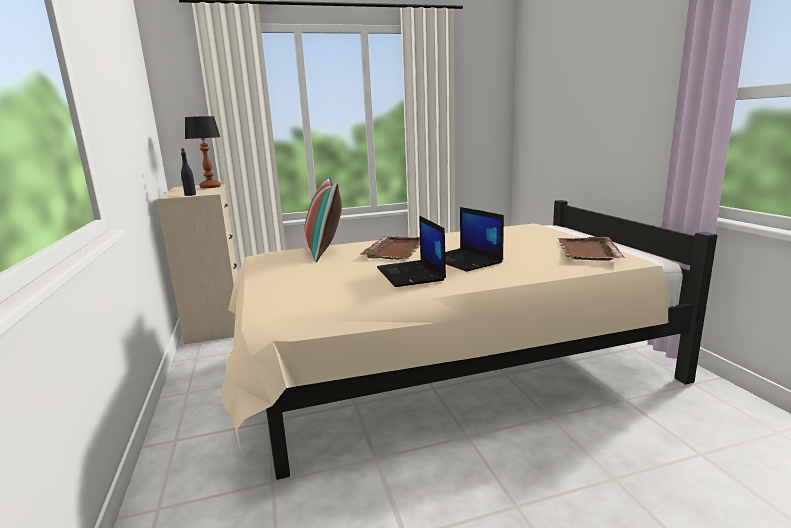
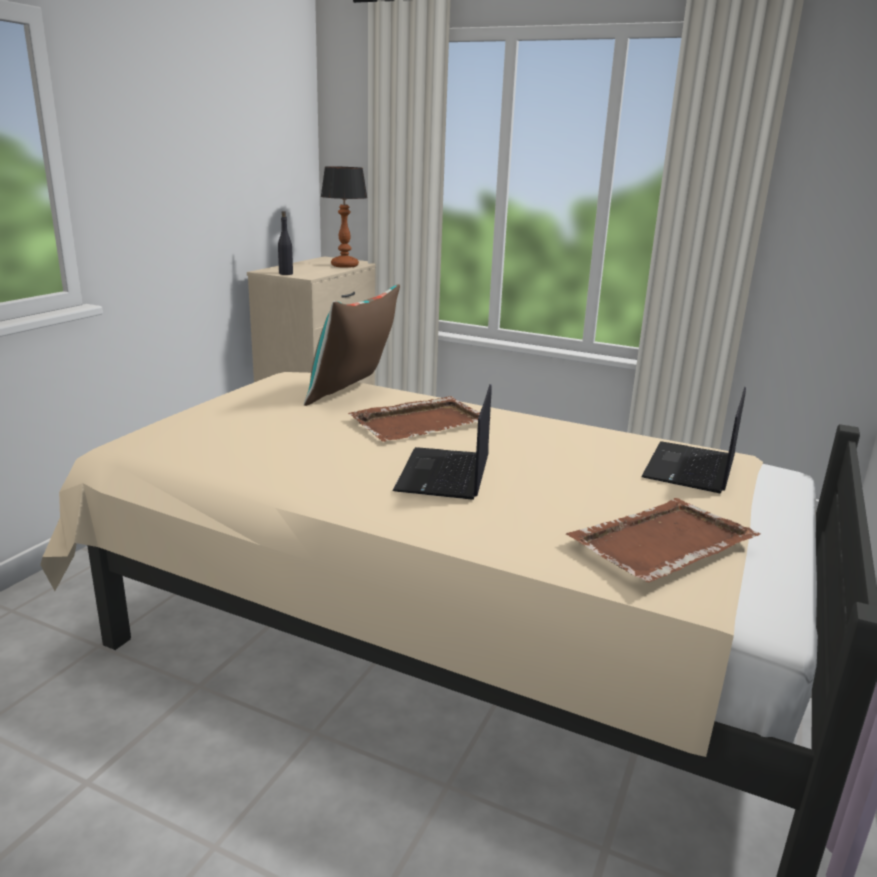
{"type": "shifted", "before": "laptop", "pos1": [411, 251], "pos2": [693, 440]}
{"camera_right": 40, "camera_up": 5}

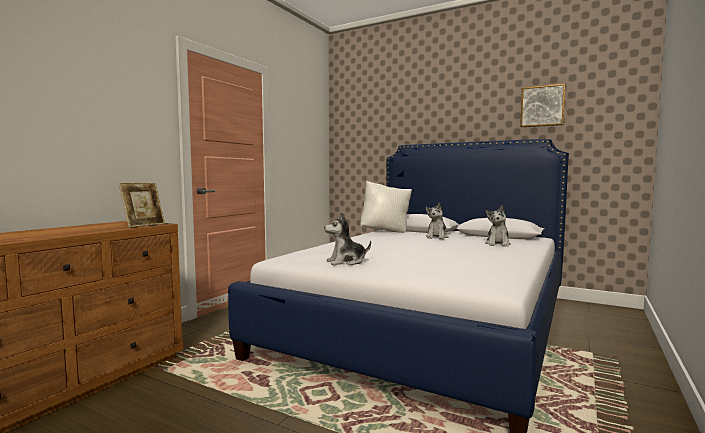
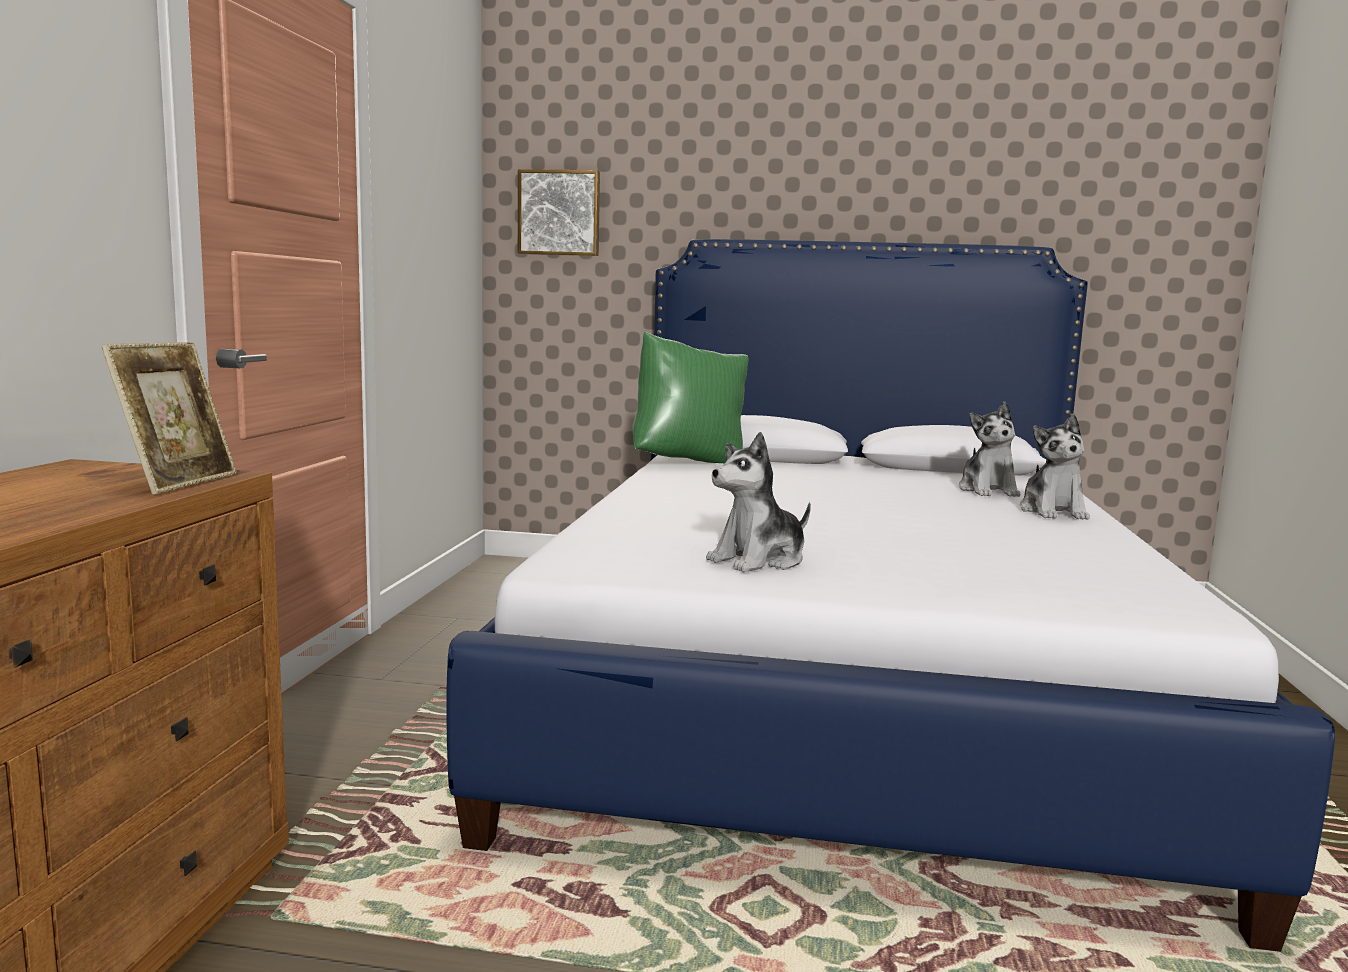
{"type": "repainted", "before": "white pillow", "after": "green pillow", "pos1": [386, 207], "pos2": [690, 397]}
{"type": "shifted", "before": "plush toy", "pos1": [437, 220], "pos2": [1054, 466]}
{"type": "shifted", "before": "picture", "pos1": [542, 105], "pos2": [559, 212]}
{"camera_right": -20, "camera_up": 5}

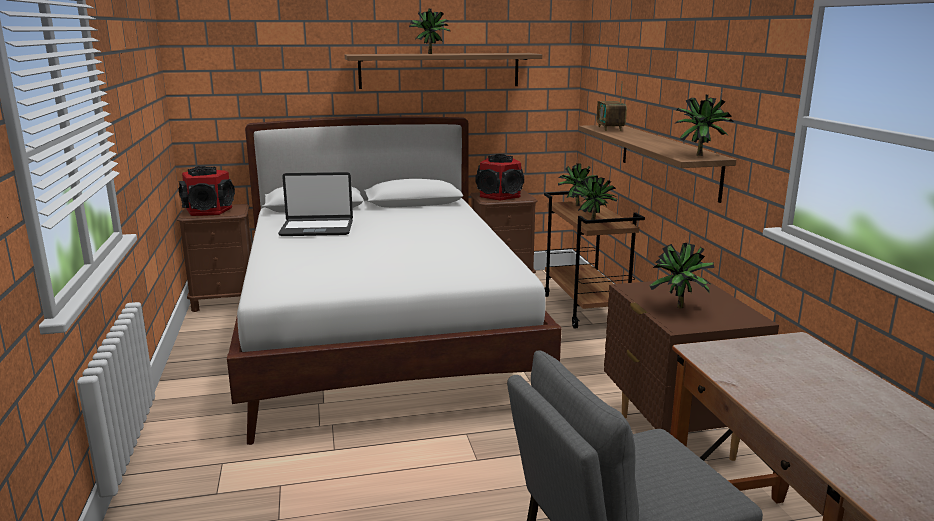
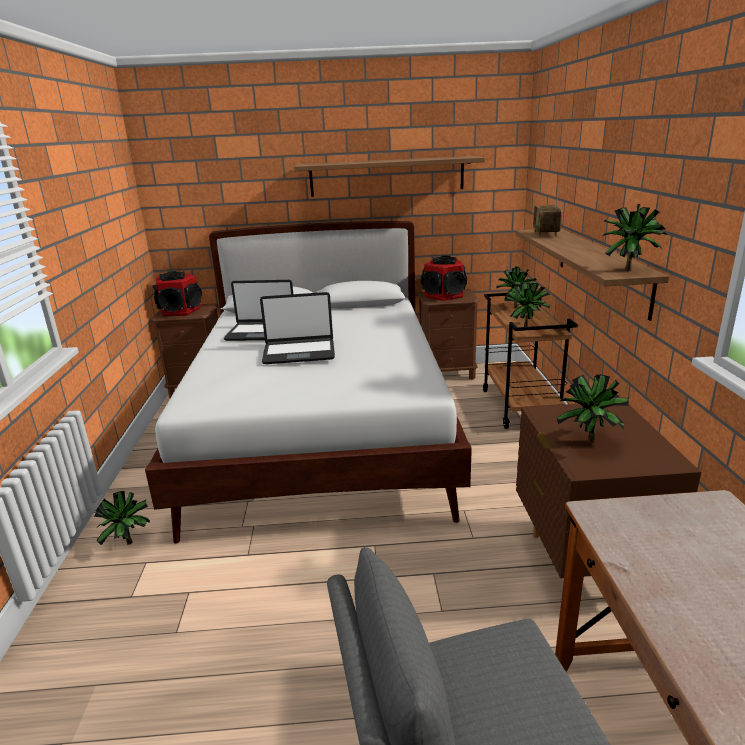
{"type": "shifted", "before": "potted plant", "pos1": [430, 31], "pos2": [122, 518]}
{"type": "new", "after": "laptop", "pos2": [297, 328]}
{"camera_right": 10, "camera_up": 5}

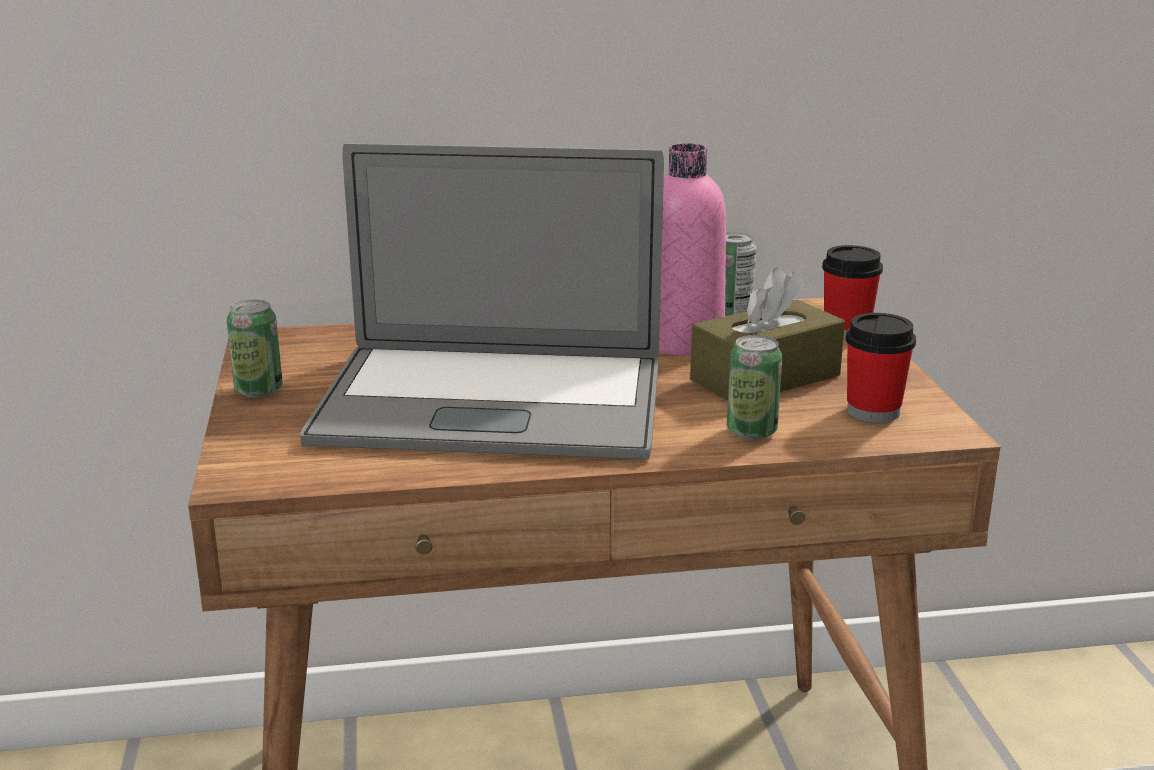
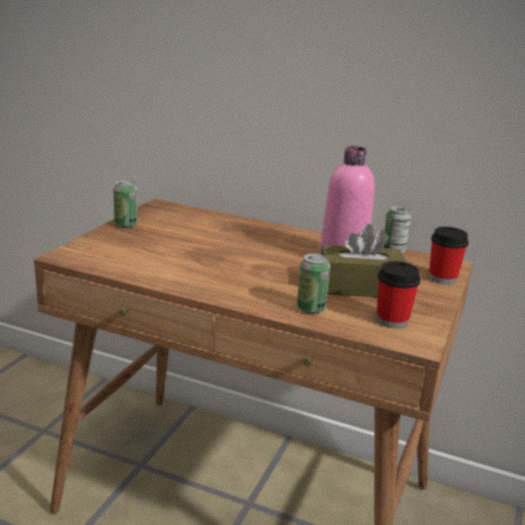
{"type": "gone", "before": "laptop", "pos1": [482, 301]}
{"camera_right": 30, "camera_up": 0}

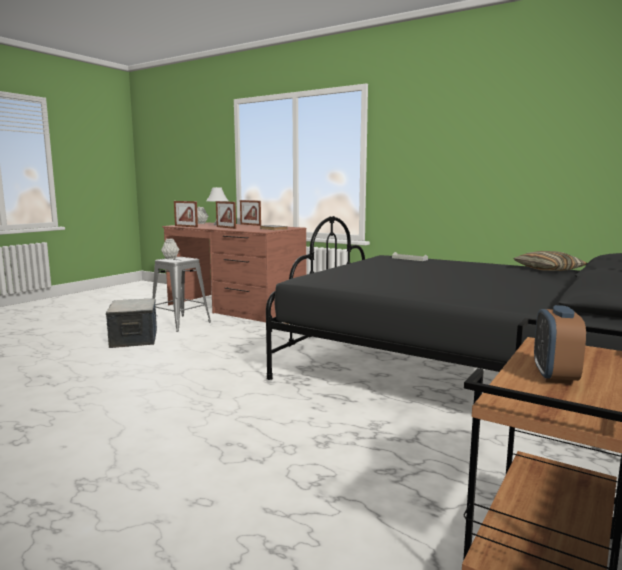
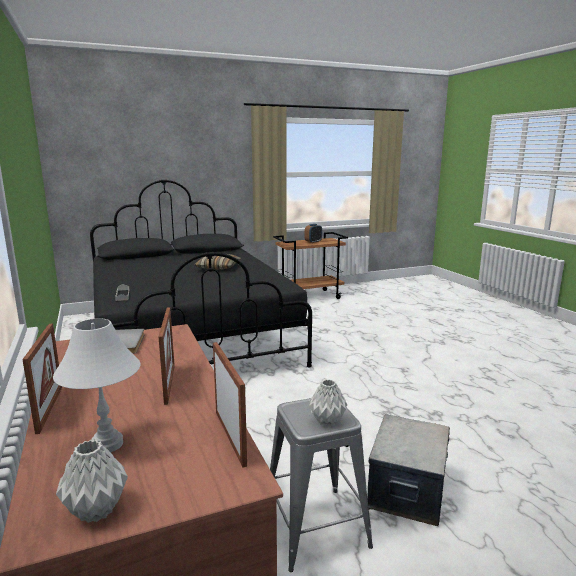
{"type": "shifted", "before": "pillow", "pos1": [550, 261], "pos2": [217, 262]}
{"camera_right": -145, "camera_up": 5}

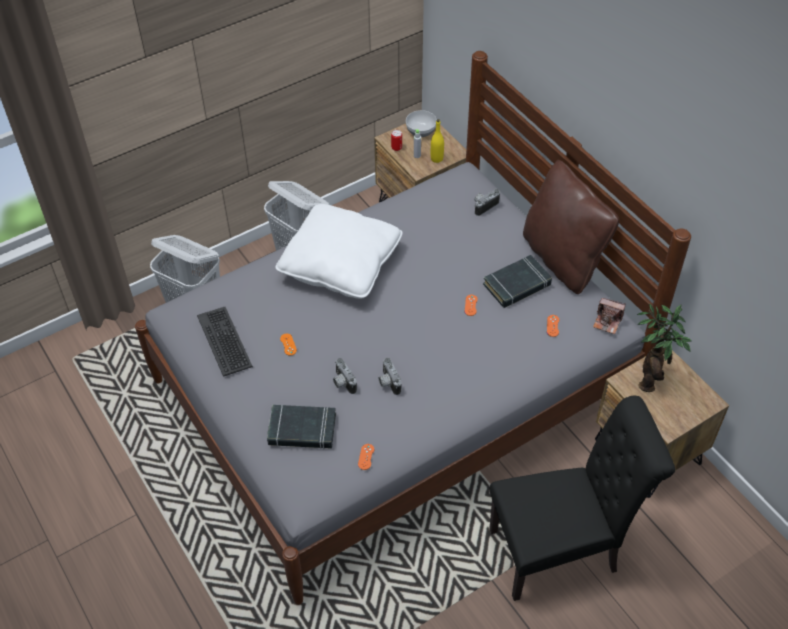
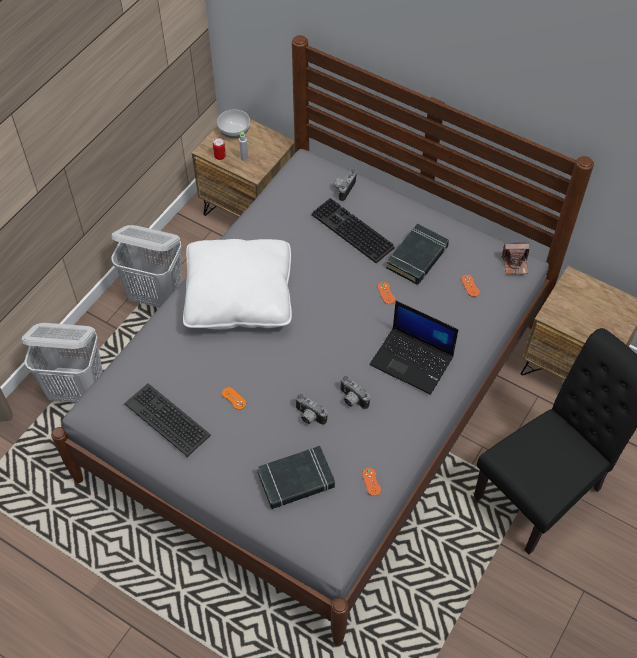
{"type": "gone", "before": "yellow bottle", "pos1": [437, 141]}
{"type": "gone", "before": "brown pillow", "pos1": [571, 227]}
{"type": "gone", "before": "potted plant", "pos1": [664, 347]}
{"type": "new", "after": "keyboard", "pos2": [353, 230]}
{"type": "new", "after": "laptop", "pos2": [413, 348]}
{"camera_right": -25, "camera_up": 5}

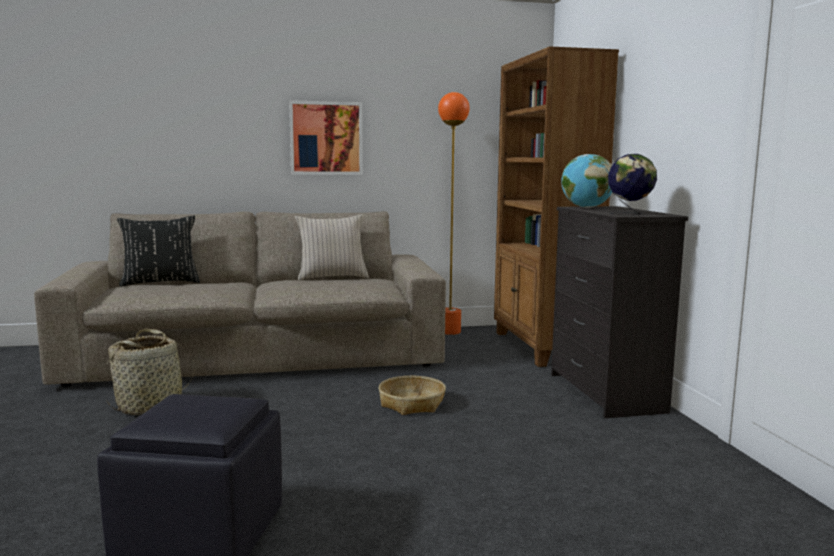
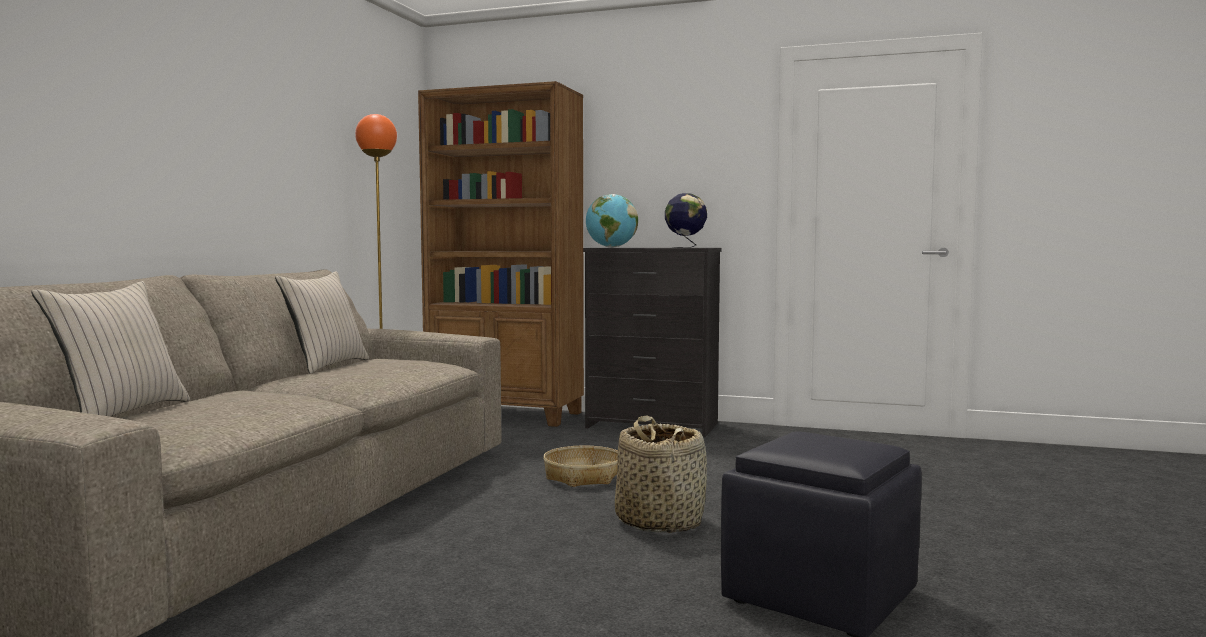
{"type": "shifted", "before": "basket", "pos1": [150, 372], "pos2": [661, 474]}
{"type": "repainted", "before": "black pillow", "after": "beige pillow", "pos1": [158, 251], "pos2": [110, 349]}
{"type": "gone", "before": "picture", "pos1": [326, 137]}
{"camera_right": -60, "camera_up": -5}

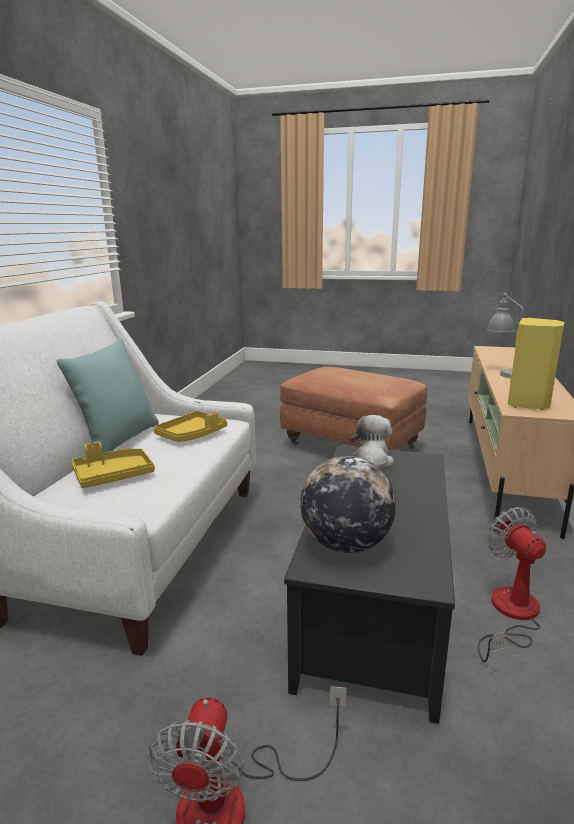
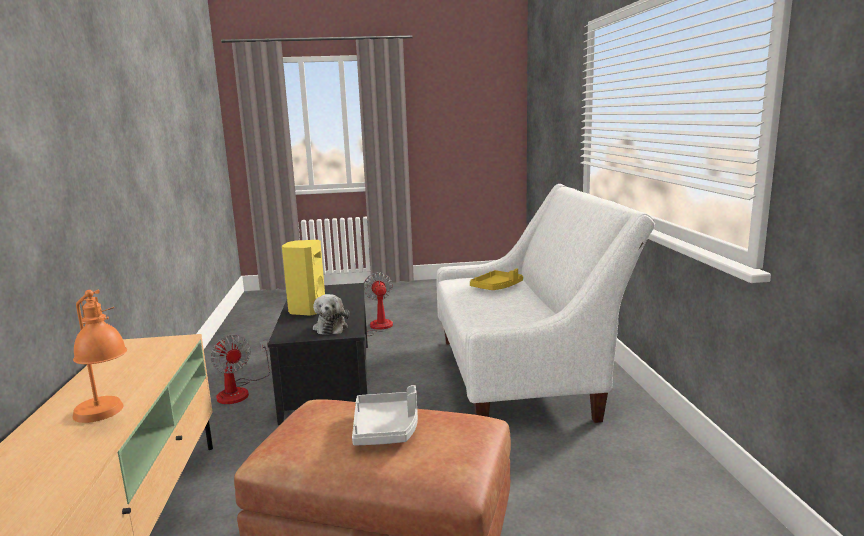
{"type": "gone", "before": "turquoise pillow", "pos1": [107, 397]}
{"type": "gone", "before": "yellow tray", "pos1": [190, 426]}
{"type": "gone", "before": "globe", "pos1": [348, 504]}
{"type": "repainted", "before": "grey table lamp", "after": "orange table lamp", "pos1": [505, 335], "pos2": [100, 356]}
{"type": "shifted", "before": "yellow speaker", "pos1": [536, 364], "pos2": [303, 278]}
{"type": "new", "after": "grey tray", "pos2": [385, 415]}
{"camera_right": 160, "camera_up": -5}

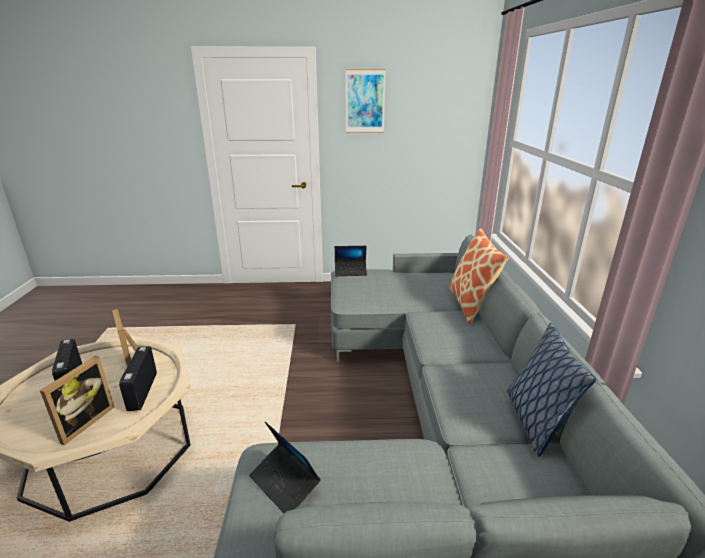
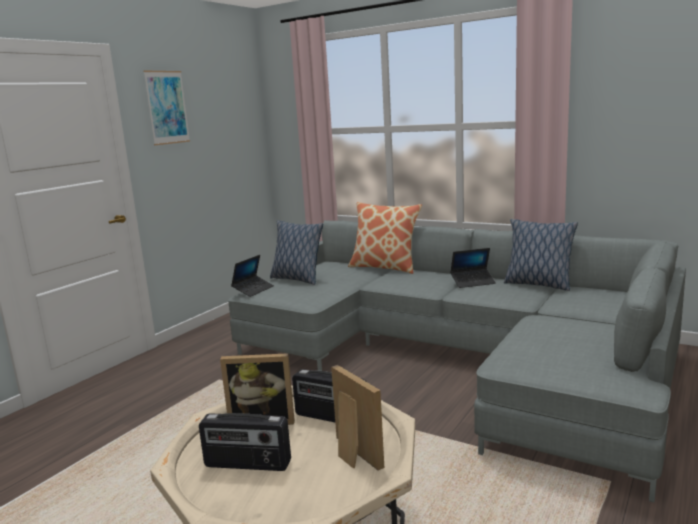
{"type": "shifted", "before": "laptop", "pos1": [285, 467], "pos2": [473, 268]}
{"type": "new", "after": "pillow", "pos2": [296, 252]}
{"camera_right": -55, "camera_up": -10}

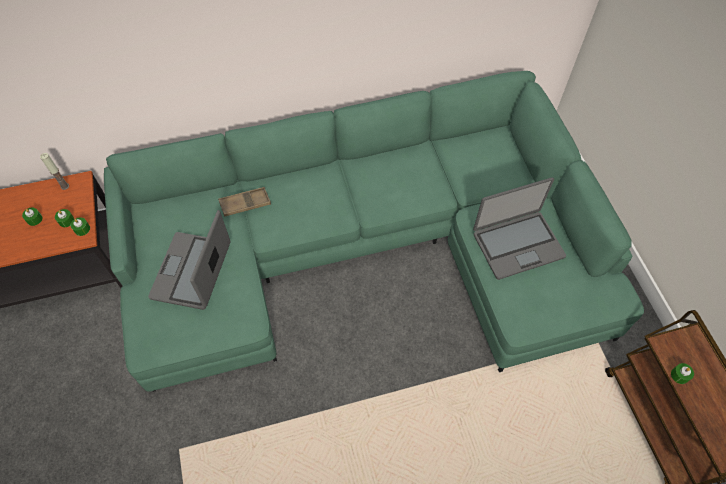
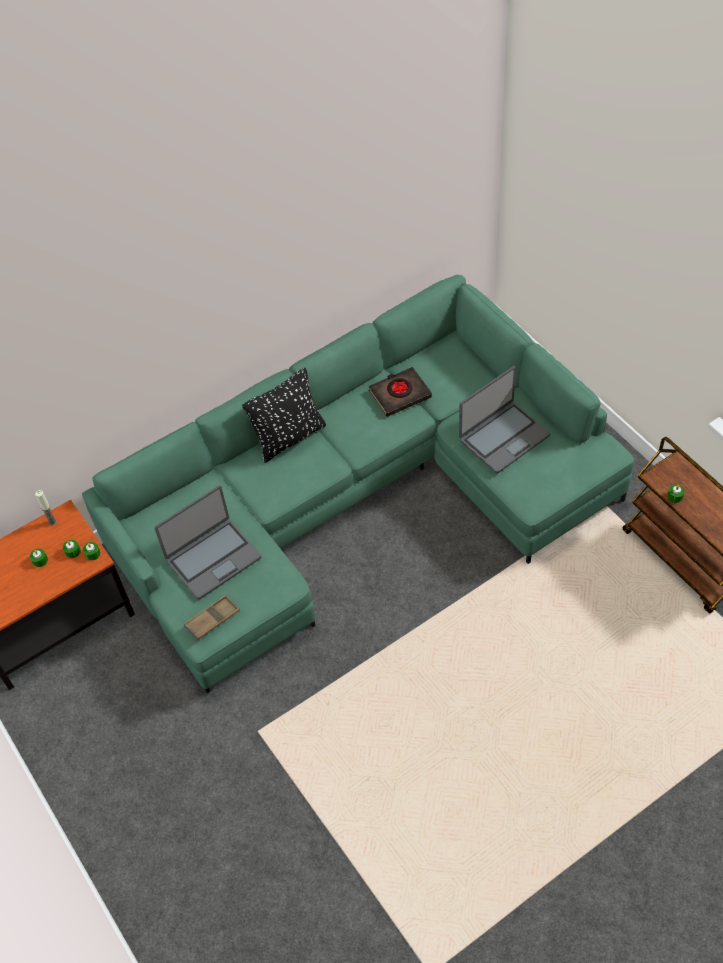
{"type": "rotated", "before": "laptop", "pos1": [189, 260], "pos2": [208, 543], "turn": -120}
{"type": "shifted", "before": "brown tray", "pos1": [244, 202], "pos2": [212, 617]}
{"type": "new", "after": "black pillow", "pos2": [284, 415]}
{"type": "new", "after": "black book", "pos2": [400, 391]}
{"camera_right": -15, "camera_up": -5}

